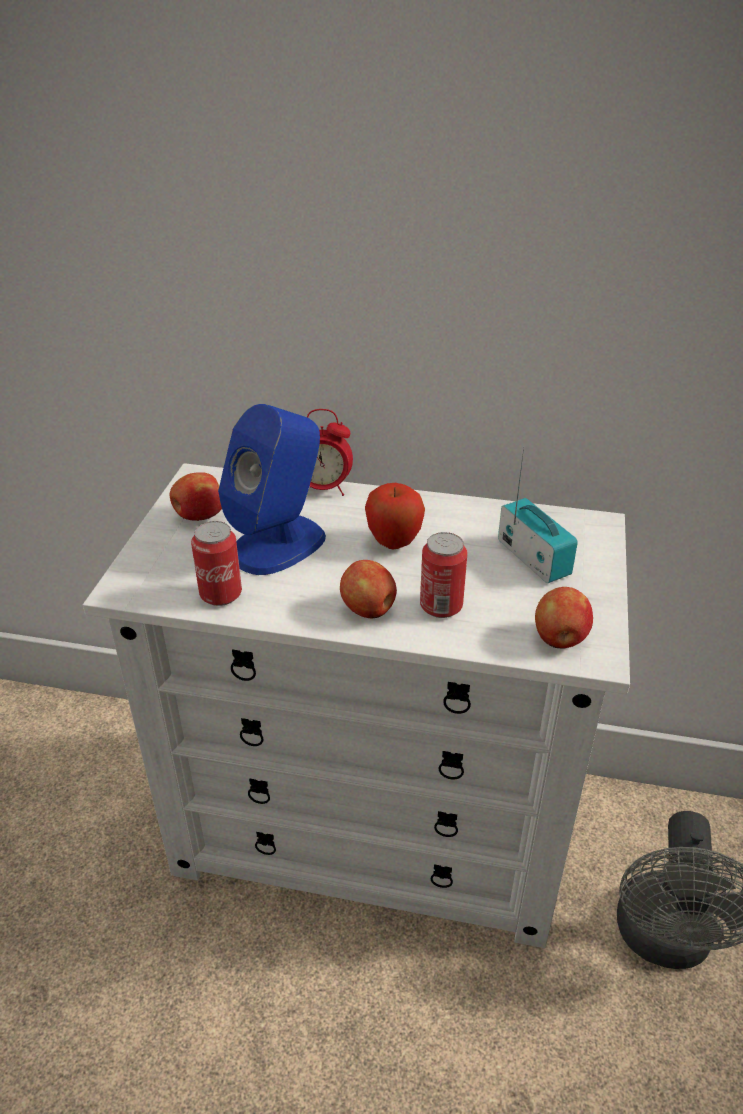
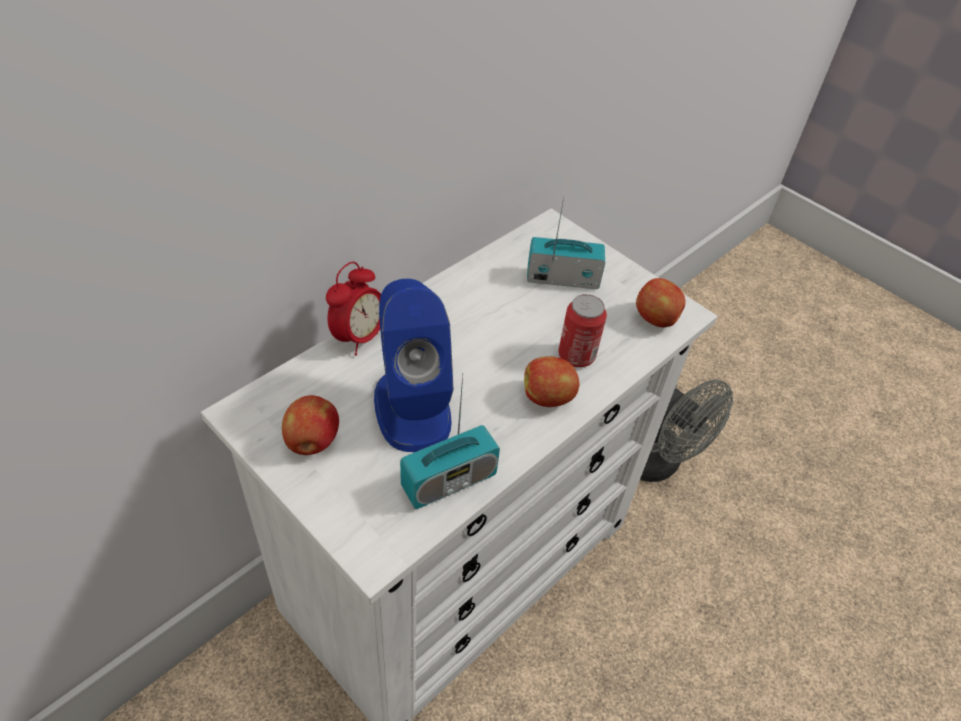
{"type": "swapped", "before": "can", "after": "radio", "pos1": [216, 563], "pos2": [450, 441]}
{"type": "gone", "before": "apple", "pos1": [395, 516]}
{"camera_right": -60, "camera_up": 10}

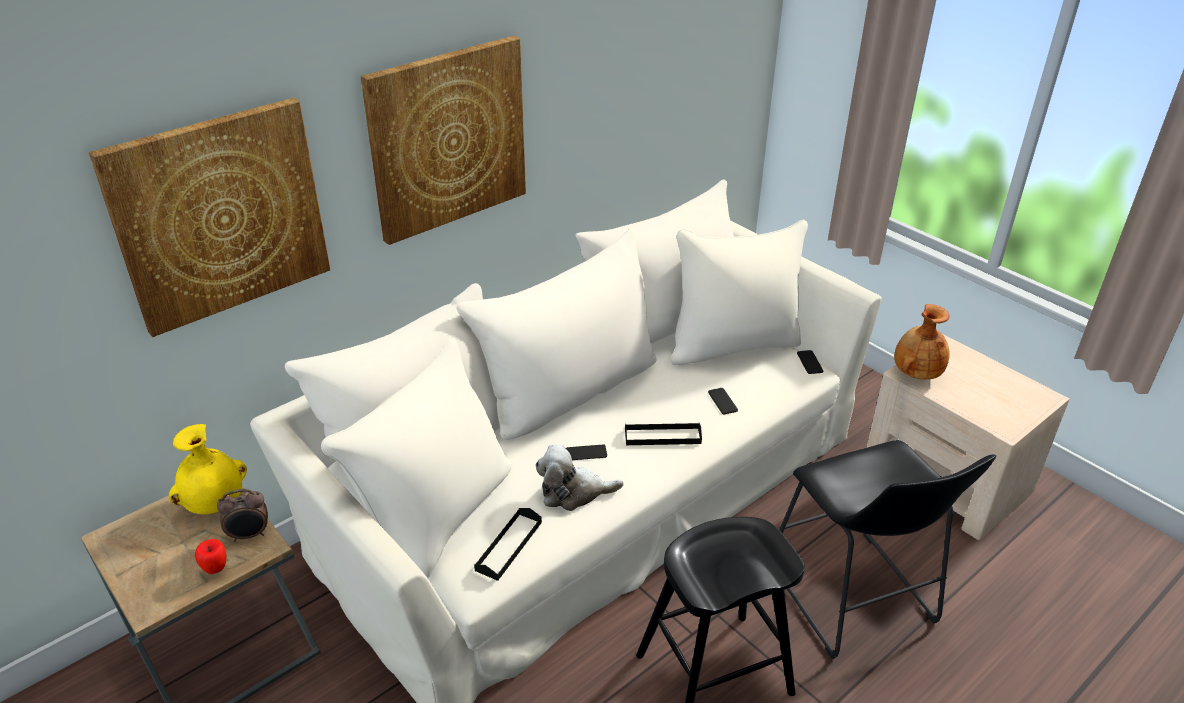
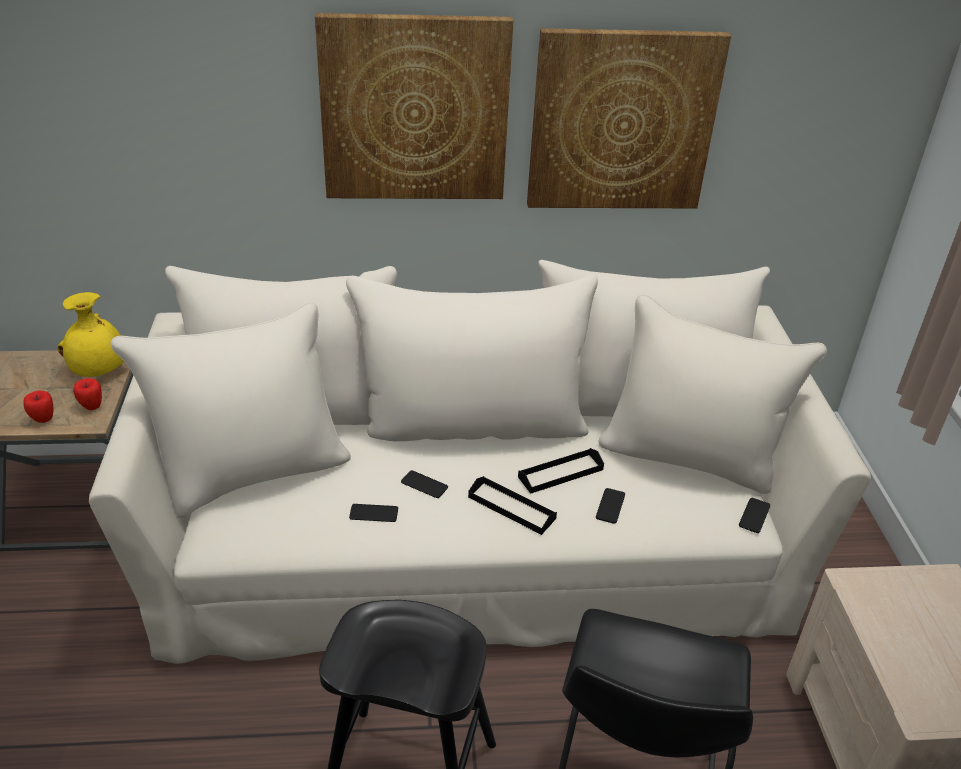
{"type": "shifted", "before": "picture", "pos1": [209, 217], "pos2": [629, 118]}
{"type": "swapped", "before": "alarm clock", "after": "apple", "pos1": [242, 515], "pos2": [87, 394]}
{"type": "shifted", "before": "black tray", "pos1": [508, 544], "pos2": [561, 471]}
{"type": "swapped", "before": "plush toy", "after": "phone", "pos1": [579, 477], "pos2": [373, 513]}
{"type": "gone", "before": "brown vase", "pos1": [922, 341]}
{"camera_right": 35, "camera_up": 0}

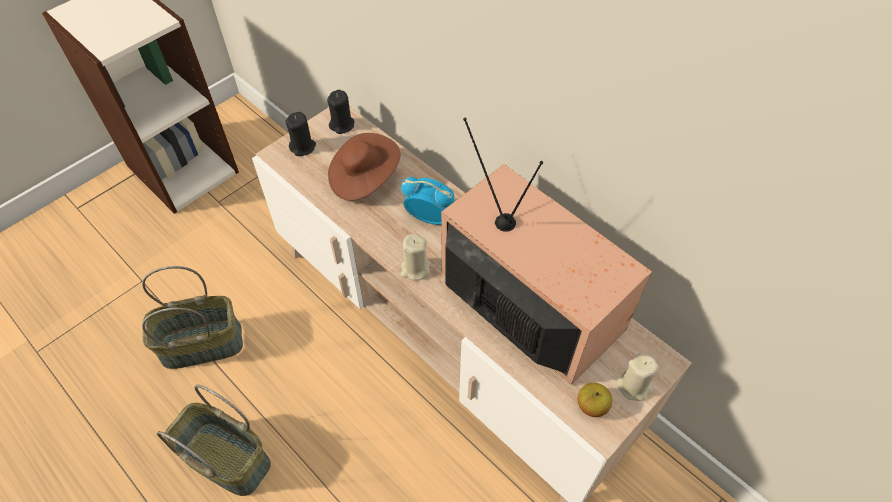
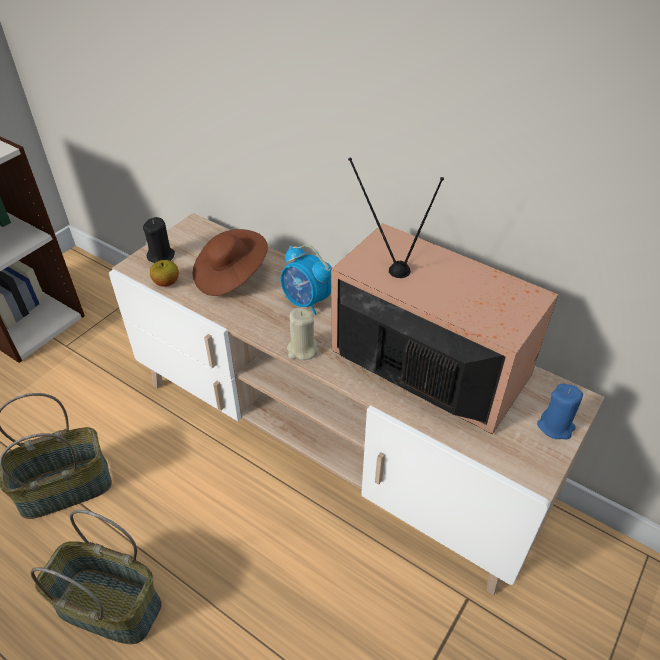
{"type": "gone", "before": "black candle", "pos1": [340, 112]}
{"type": "rotated", "before": "alarm clock", "pos1": [427, 201], "pos2": [306, 280], "turn": -150}
{"type": "shifted", "before": "apple", "pos1": [595, 400], "pos2": [164, 273]}
{"type": "repainted", "before": "beige candle", "after": "blue candle", "pos1": [638, 377], "pos2": [560, 411]}
{"camera_right": -10, "camera_up": -10}

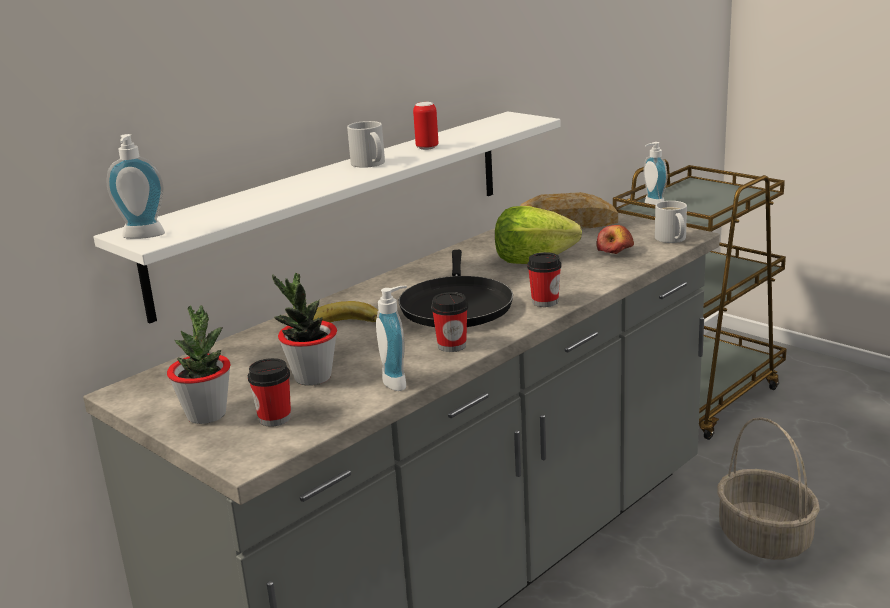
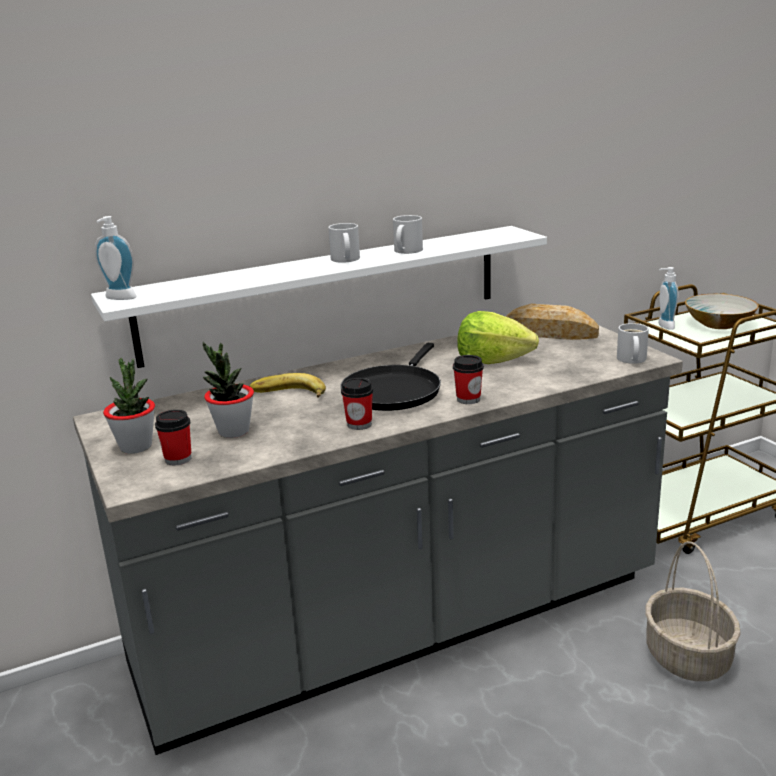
{"type": "gone", "before": "soap dispenser", "pos1": [391, 338]}
{"type": "swapped", "before": "can", "after": "white mug", "pos1": [426, 126], "pos2": [408, 234]}
{"type": "gone", "before": "apple", "pos1": [615, 239]}
{"type": "new", "after": "bowl", "pos2": [722, 311]}
{"camera_right": 20, "camera_up": 0}

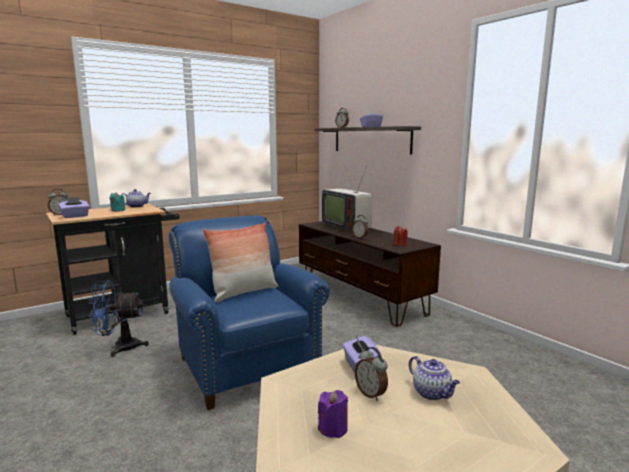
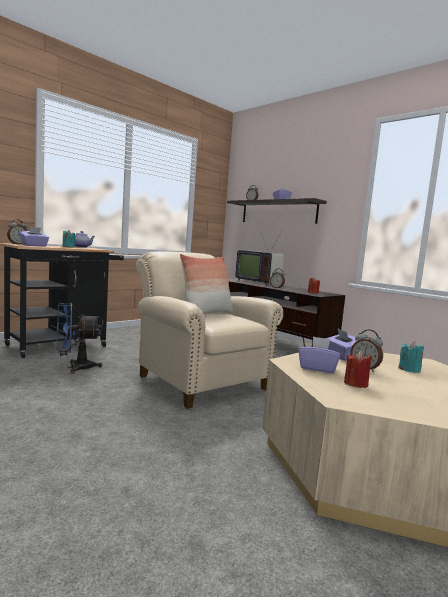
{"type": "repainted", "before": "blue armchair", "after": "beige armchair", "pos1": [249, 313], "pos2": [209, 330]}
{"type": "repainted", "before": "purple candle", "after": "red candle", "pos1": [333, 414], "pos2": [358, 369]}
{"type": "swapped", "before": "teapot", "after": "turquoise candle", "pos1": [434, 378], "pos2": [411, 357]}
{"type": "new", "after": "purple tissue box", "pos2": [319, 354]}
{"camera_right": -10, "camera_up": -5}

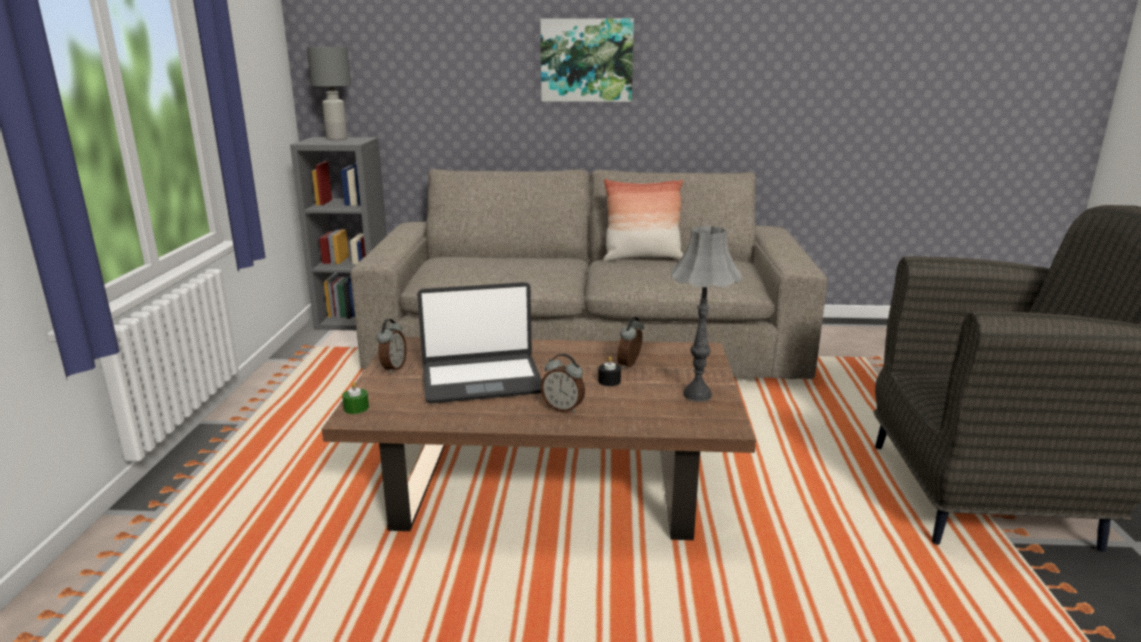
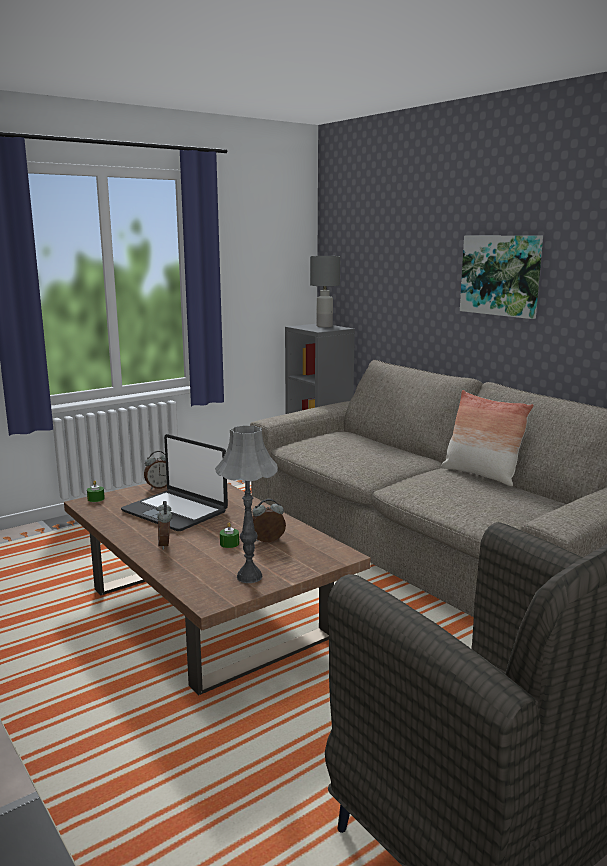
{"type": "repainted", "before": "black candle", "after": "green candle", "pos1": [609, 371], "pos2": [229, 535]}
{"camera_right": 50, "camera_up": -5}

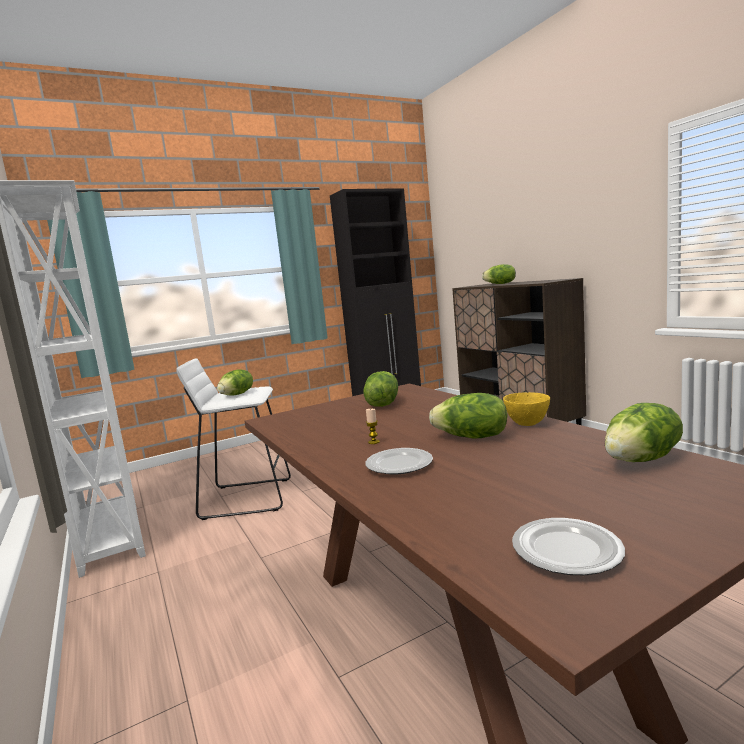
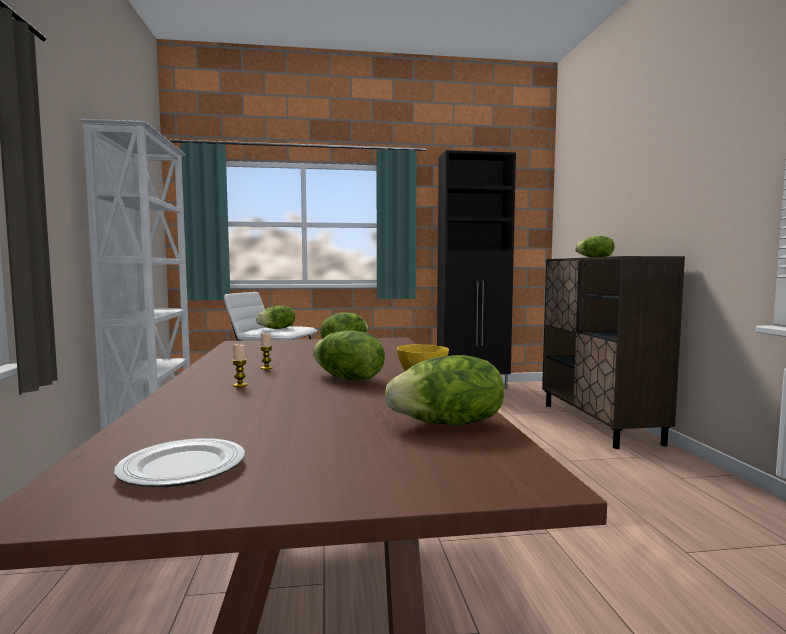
{"type": "swapped", "before": "plate", "after": "candle", "pos1": [399, 461], "pos2": [239, 365]}
{"camera_right": 20, "camera_up": -5}

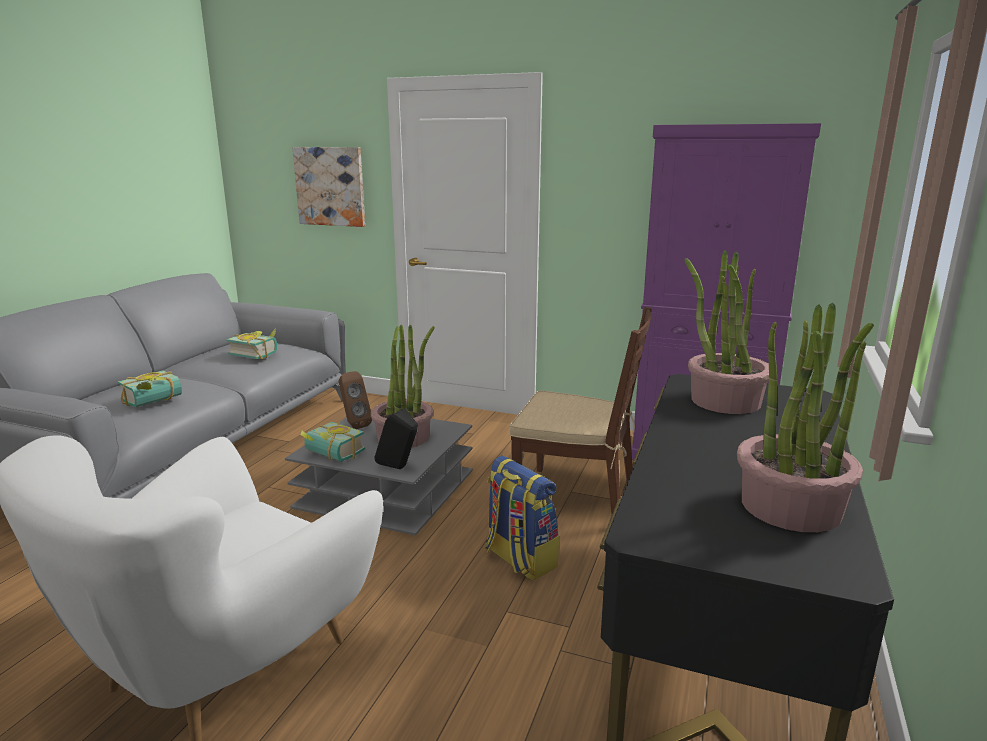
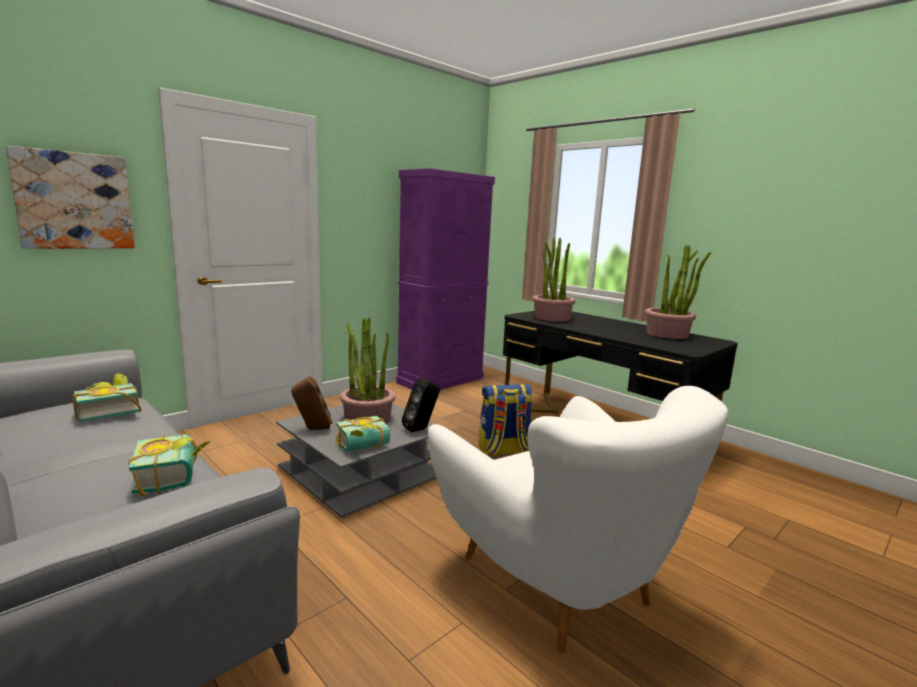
{"type": "gone", "before": "brown chair", "pos1": [581, 410]}
{"camera_right": -65, "camera_up": -5}

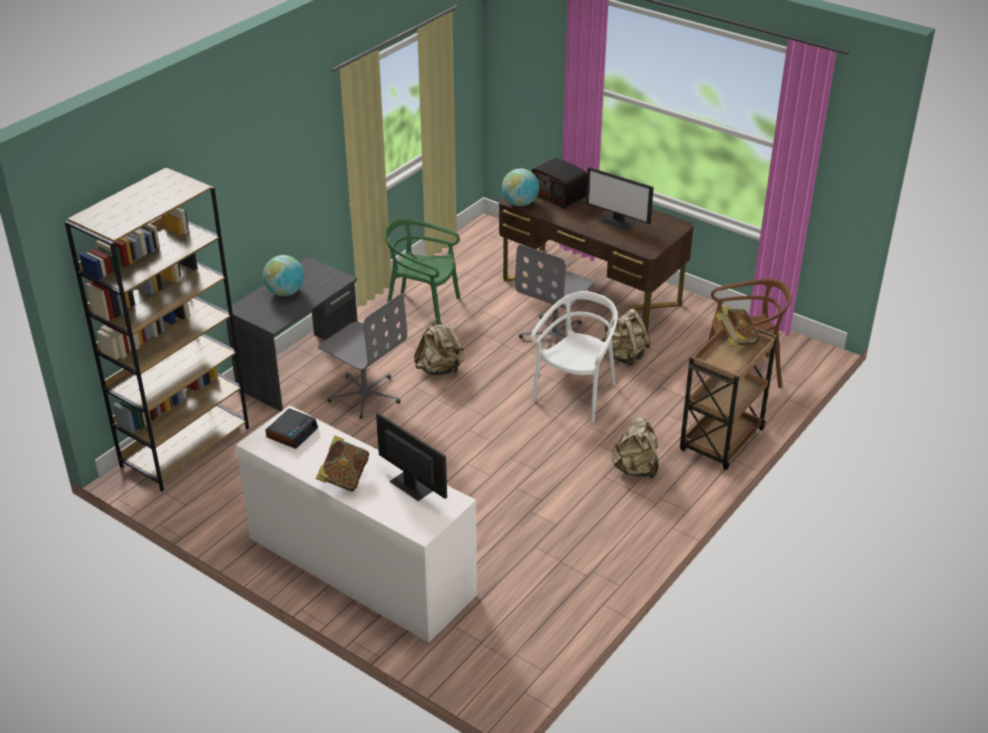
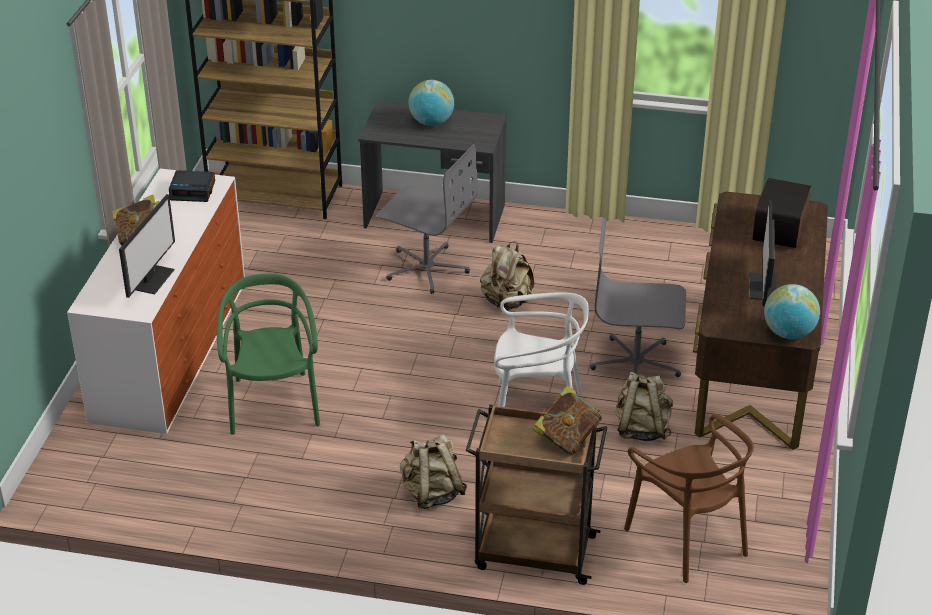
{"type": "rotated", "before": "grey office chair", "pos1": [362, 356], "pos2": [427, 219], "turn": -75}
{"type": "shifted", "before": "green chair", "pos1": [422, 271], "pos2": [268, 354]}
{"type": "shifted", "before": "globe", "pos1": [520, 187], "pos2": [792, 311]}
{"camera_right": 65, "camera_up": 0}

